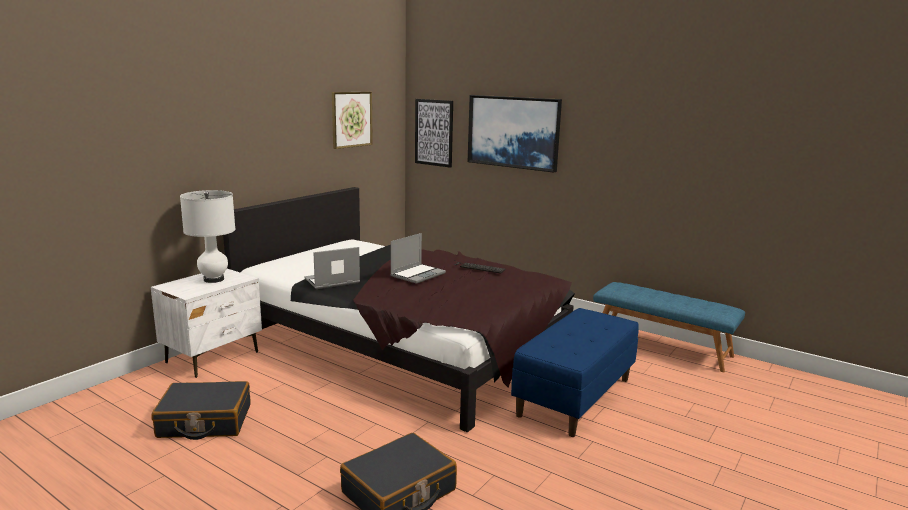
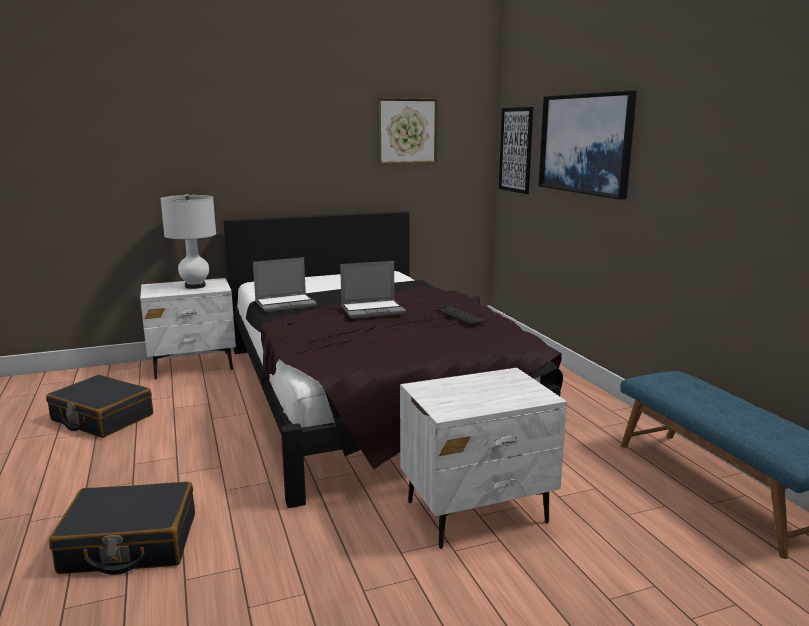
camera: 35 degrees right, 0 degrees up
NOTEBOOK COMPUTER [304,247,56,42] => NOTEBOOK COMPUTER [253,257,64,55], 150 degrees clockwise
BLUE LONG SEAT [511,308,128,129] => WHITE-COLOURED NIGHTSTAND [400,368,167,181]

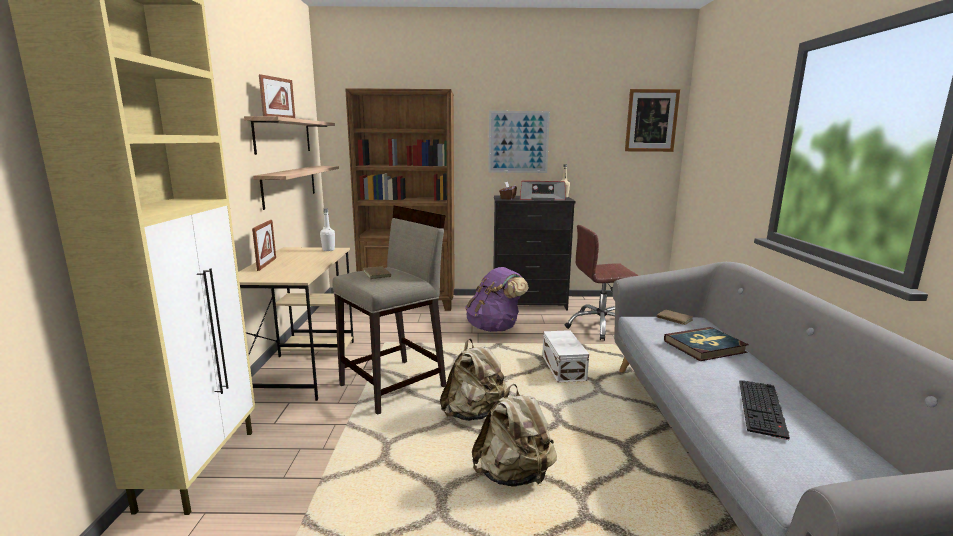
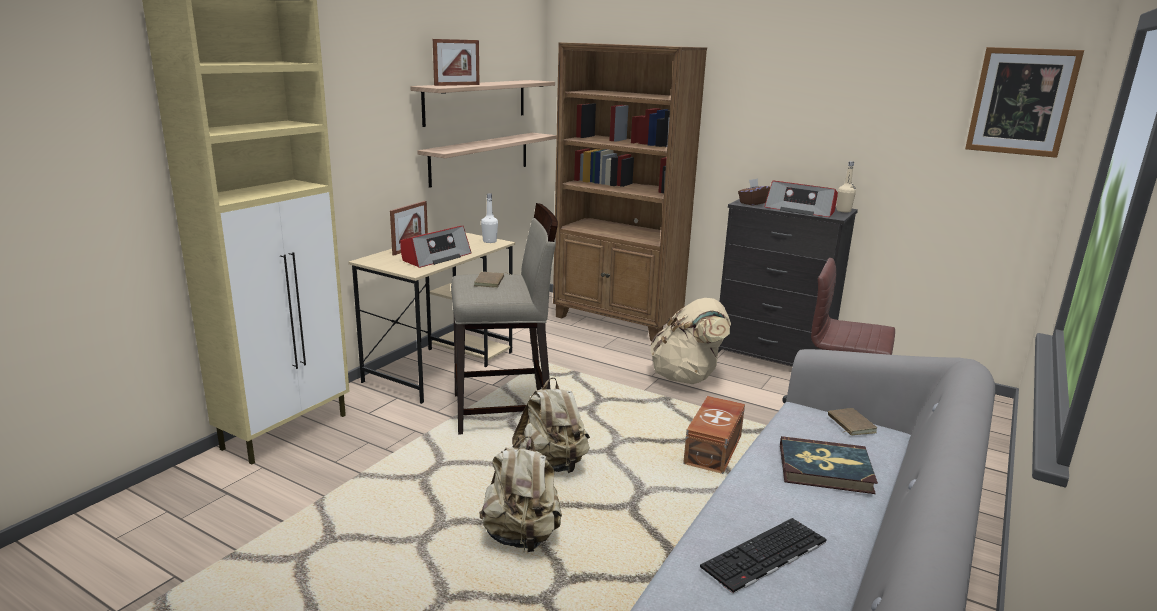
camera: 30 degrees right, 5 degrees up
nothing => RADIO SET [400,226,72,42]
PURPLE-COLOURED KNAPSACK [465,267,64,65] => BEIGE KNAPSACK [651,298,80,86]
WHITE-COLOURED STORAGE BOX [542,330,47,53] => BROWNISH STORAGE BOX [683,396,62,78]
PICTURE [488,111,62,62] => nothing

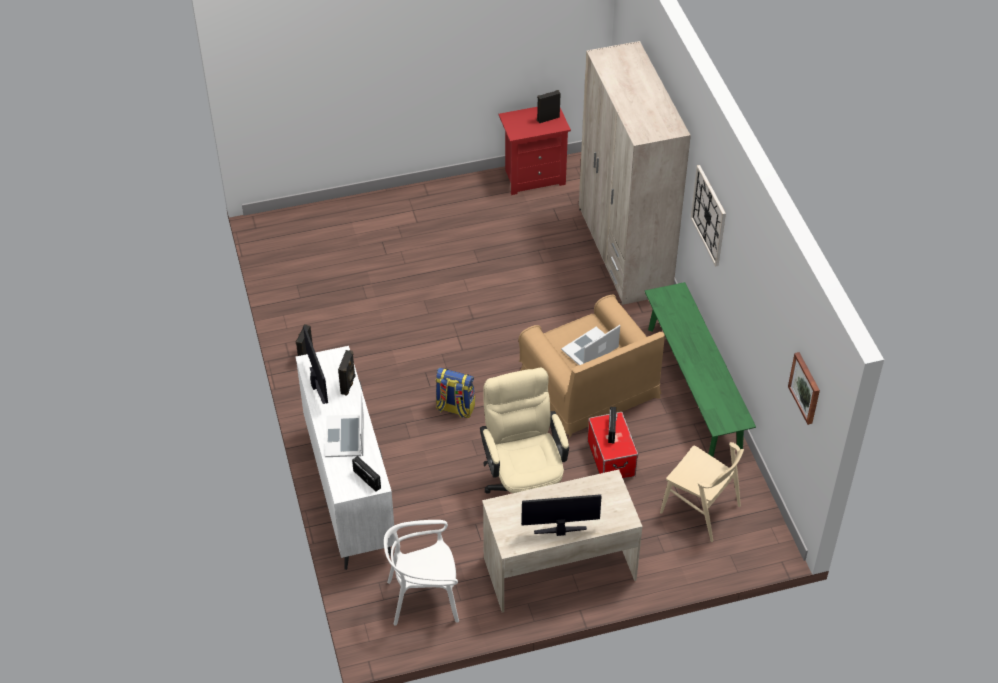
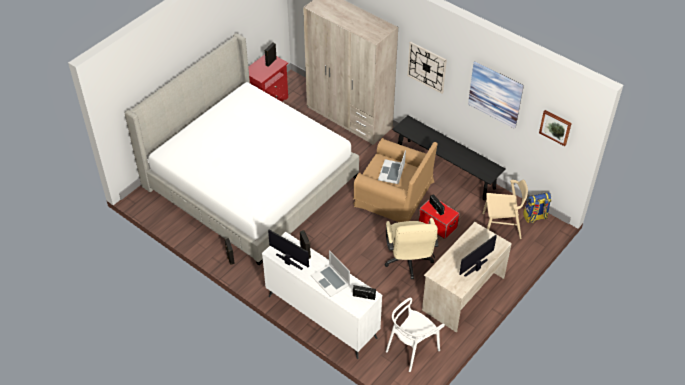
camera: 35 degrees left, 0 degrees up
nothing => BED [125,33,234,232]
BEIGE DESK CHAIR [480,368,89,126] => BEIGE DESK CHAIR [385,218,53,61], 135 degrees counterclockwise
GREENISH LONG SEAT [645,282,111,175] => BLACK LONG SEAT [392,115,113,85]
nothing => PICTURE [468,61,56,68]
KNAPSACK [436,368,39,50] => KNAPSACK [523,192,28,31], shifted

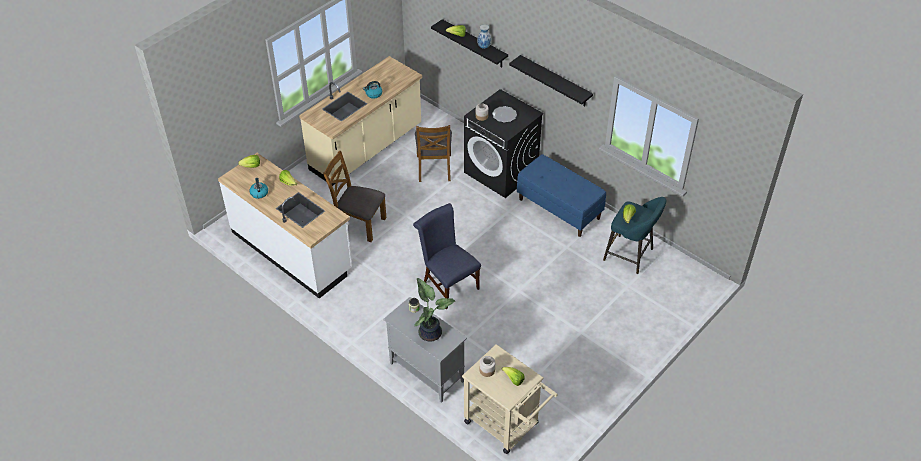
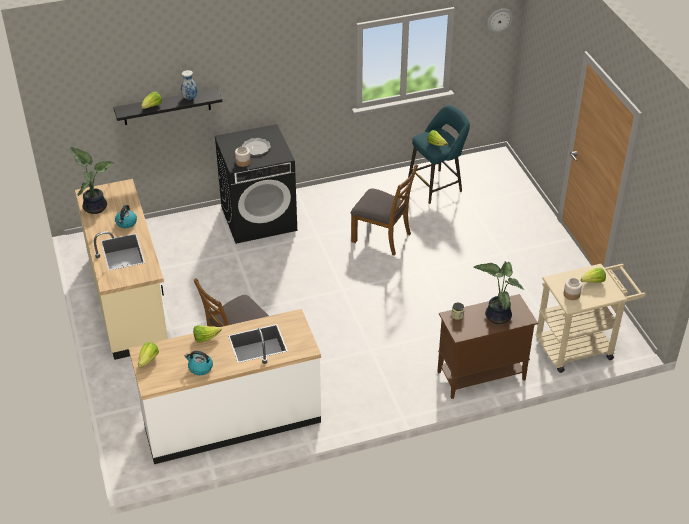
camera: 60 degrees left, 5 degrees down
nothing => PLANT IN A POT [70,147,44,67]
BROWNISH PLAIN CHAIR [415,125,37,57] => BROWNISH PLAIN CHAIR [351,164,67,92], shifted
GRAY CUPBOARD [383,297,84,106] => BROWNISH CUPBOARD [437,294,101,105]
nothing => WALL CLOCK [487,9,26,24]
BLUE PLAIN CHAIR [413,203,68,106] => nothing
BLACK SHELF [509,55,84,52] => nothing
BLUE LONG SEAT [517,154,89,83] => nothing

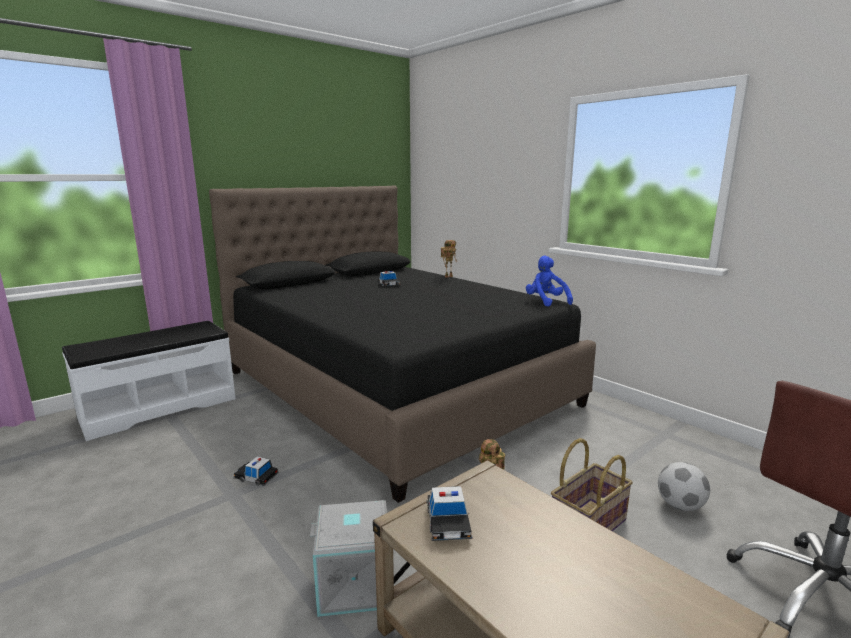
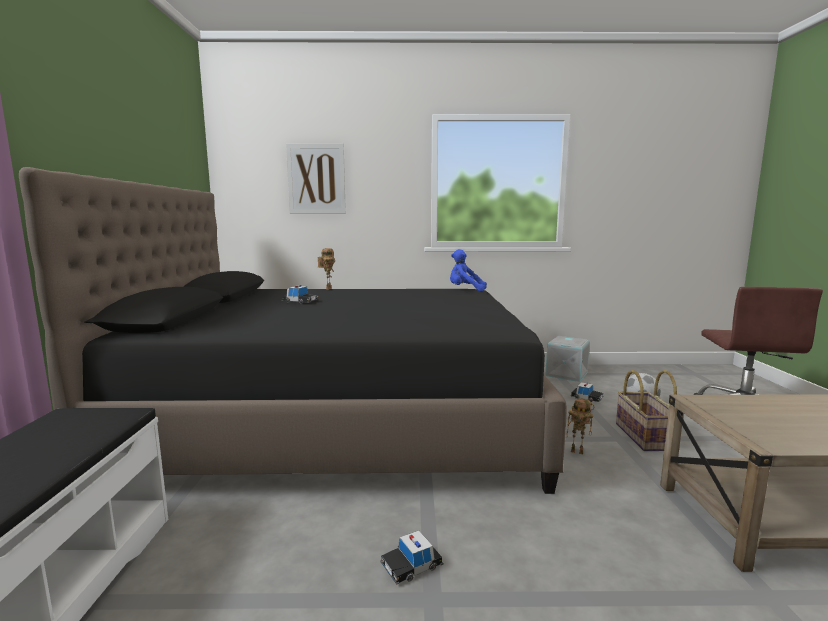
camera: 50 degrees left, 5 degrees down
nothing => PICTURE [286,143,60,71]
GRAY STORAGE BOX [310,500,77,117] => GRAY STORAGE BOX [545,336,45,46], shifted
MINIATURE CAR [426,486,47,55] => MINIATURE CAR [571,382,33,20], shifted

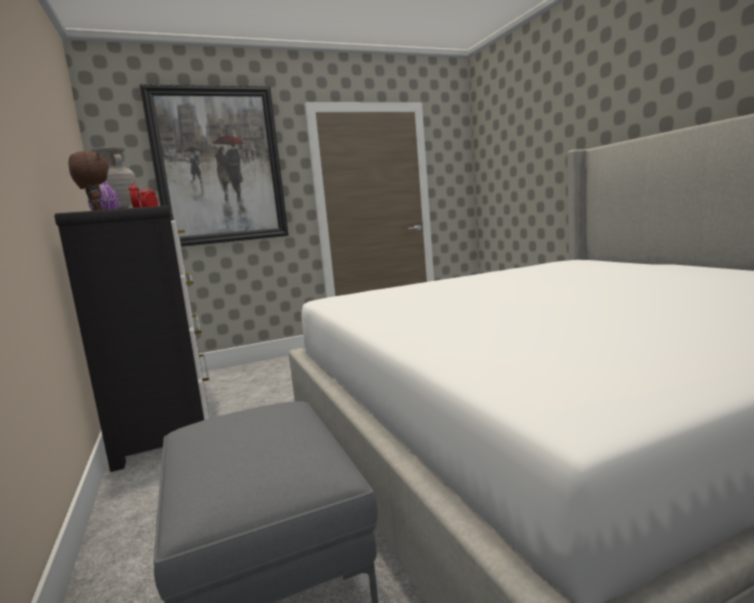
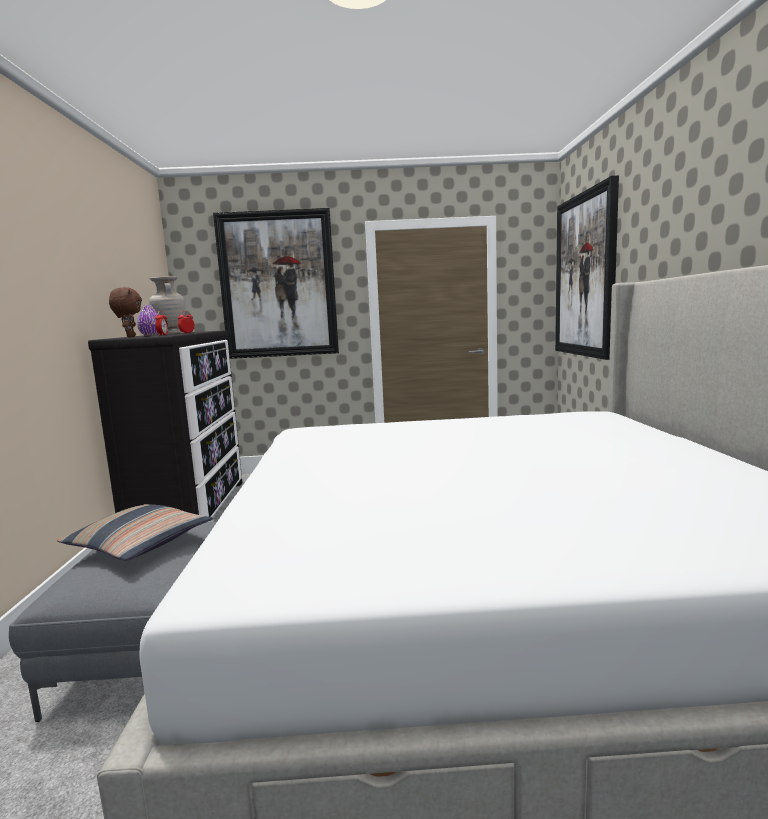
camera: 20 degrees right, 0 degrees up
nothing => CUSHION [57,504,156,56]
nothing => PICTURE [555,175,64,185]

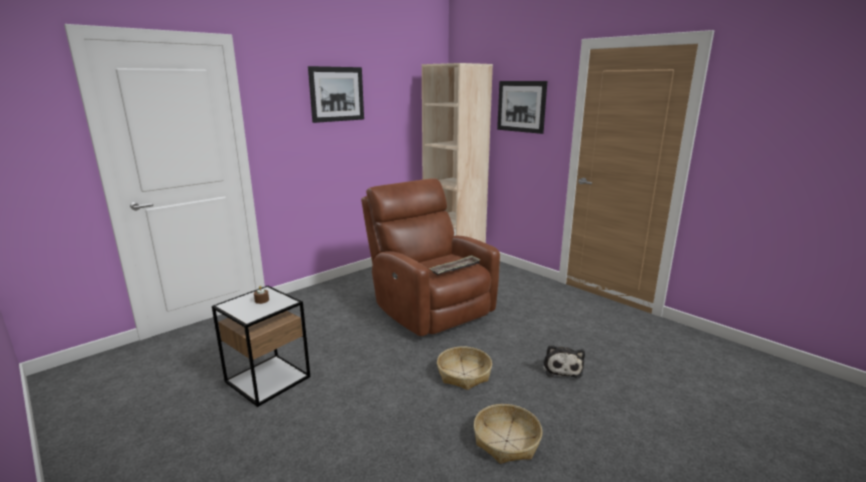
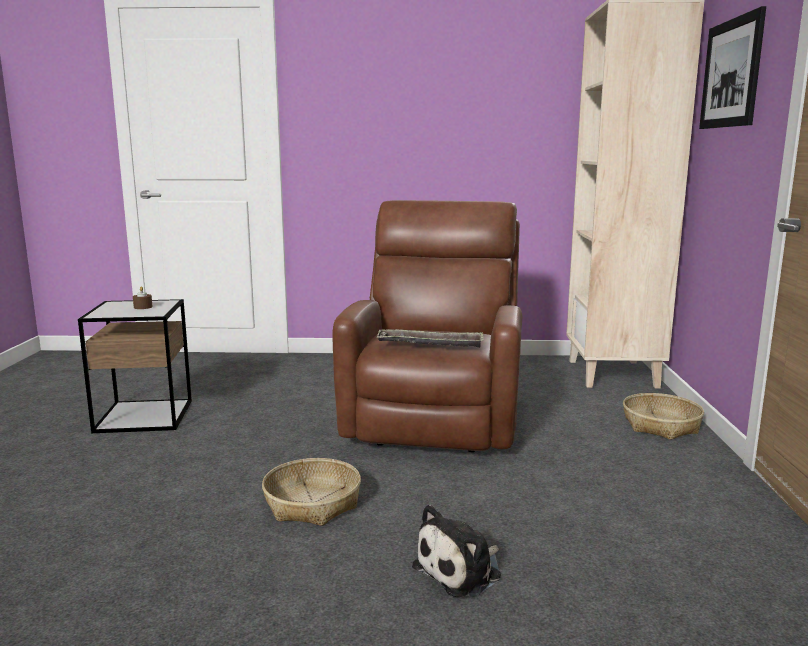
camera: 45 degrees right, 5 degrees down
STORAGE BASKET [474,404,69,60] => STORAGE BASKET [623,393,81,47], shifted
PICTURE [308,66,56,57] => nothing

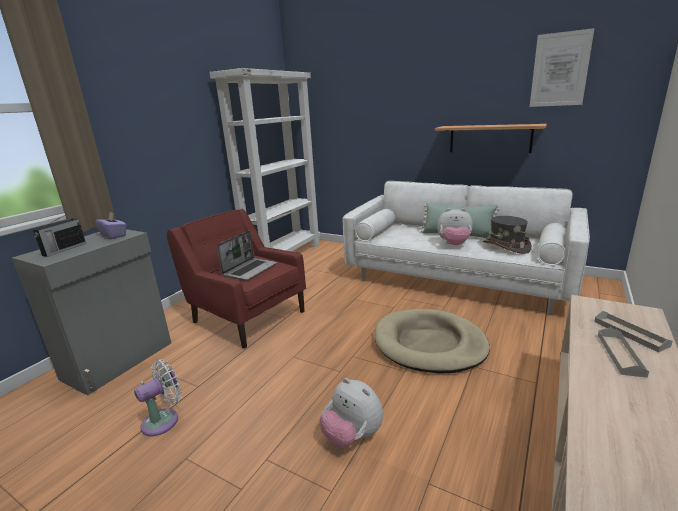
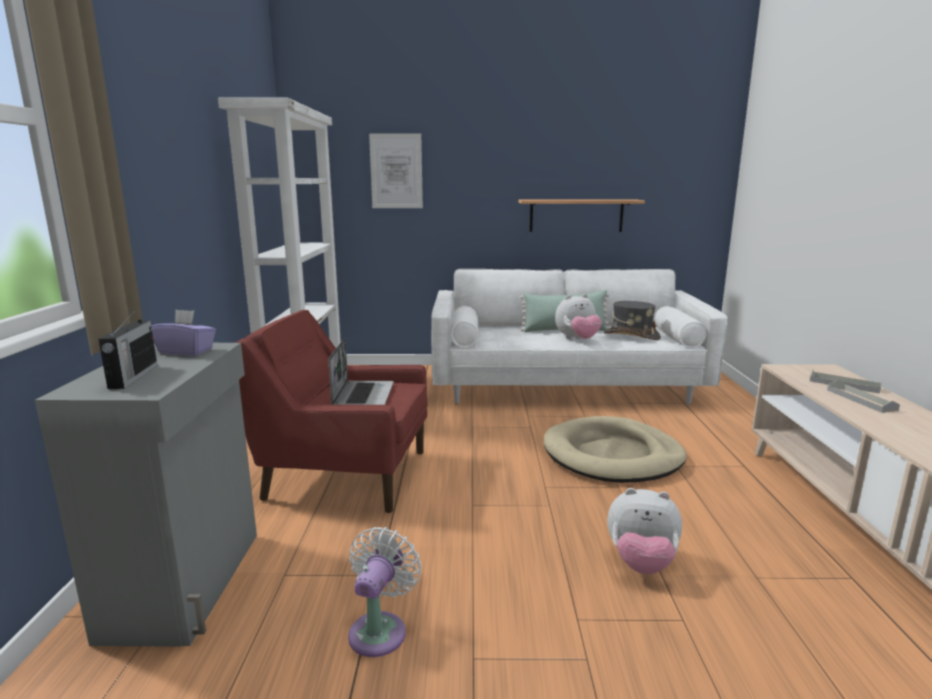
camera: 30 degrees left, 5 degrees down
PICTURE [530,28,65,79] => PICTURE [369,133,54,75], shifted

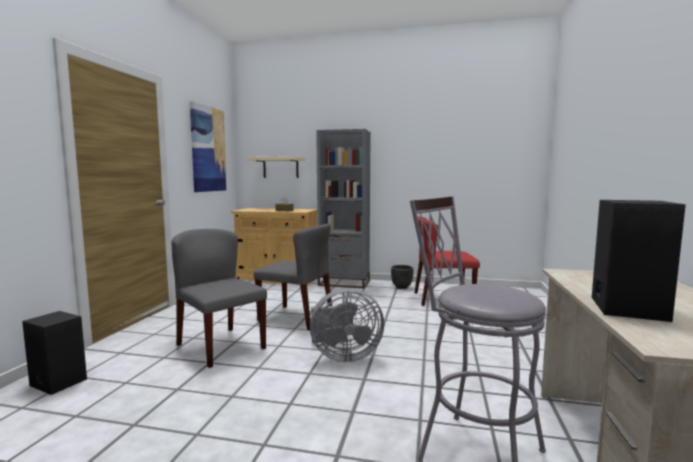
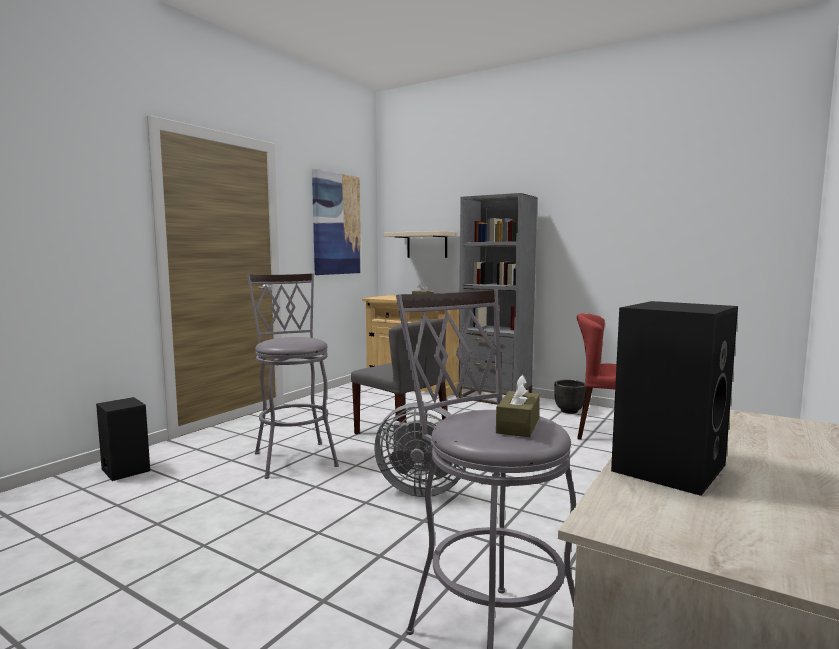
camera: 20 degrees right, 0 degrees up
GRAY PLAIN CHAIR [171,229,96,139] => GRAY STOOL [247,273,92,206]
nothing => BROWNISH TISSUE BOX [496,374,44,63]

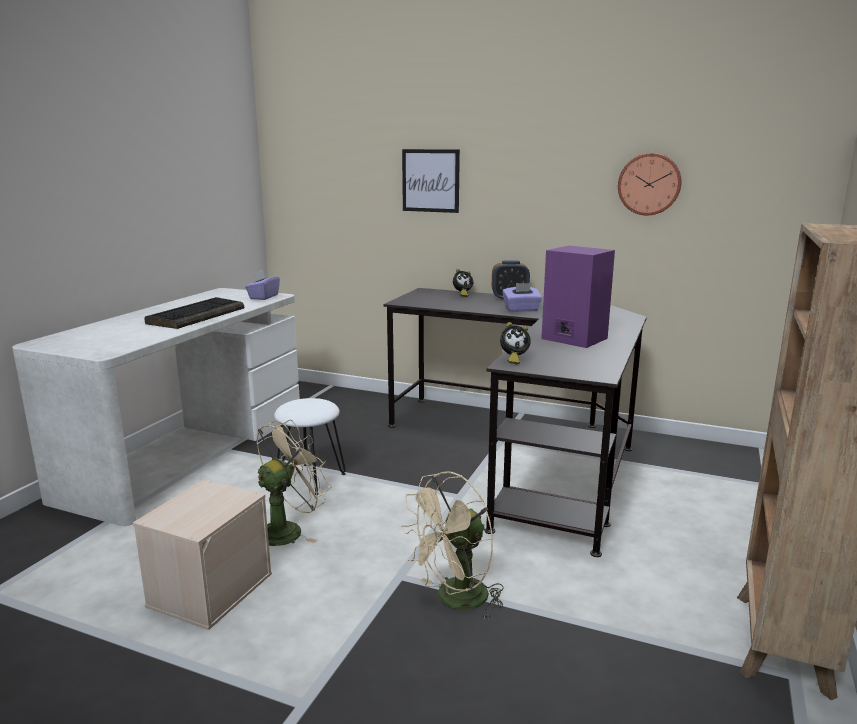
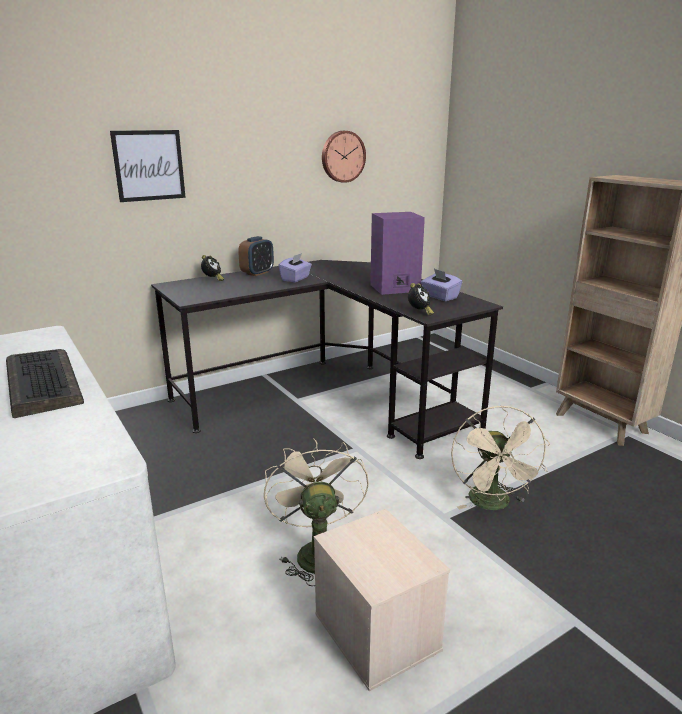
camera: 55 degrees left, 5 degrees up
PURPLE-COLOURED TISSUE BOX [245,270,35,30] => PURPLE-COLOURED TISSUE BOX [421,269,41,32], shifted
WHITE-COLOURED STOOL [274,398,72,97] => nothing

